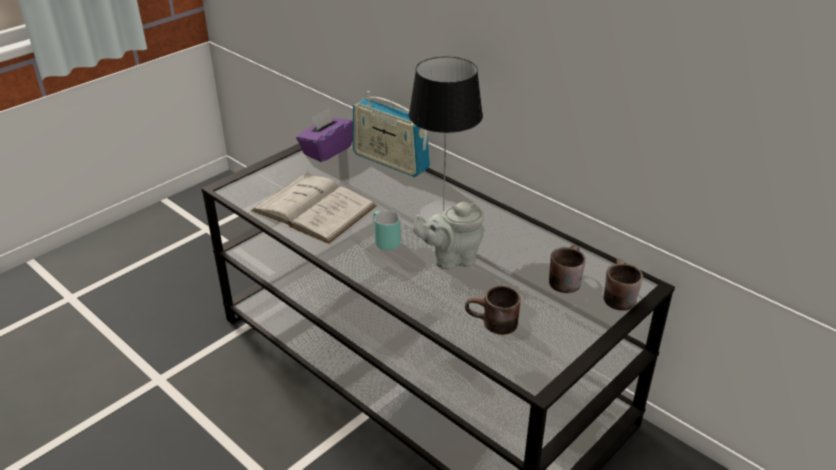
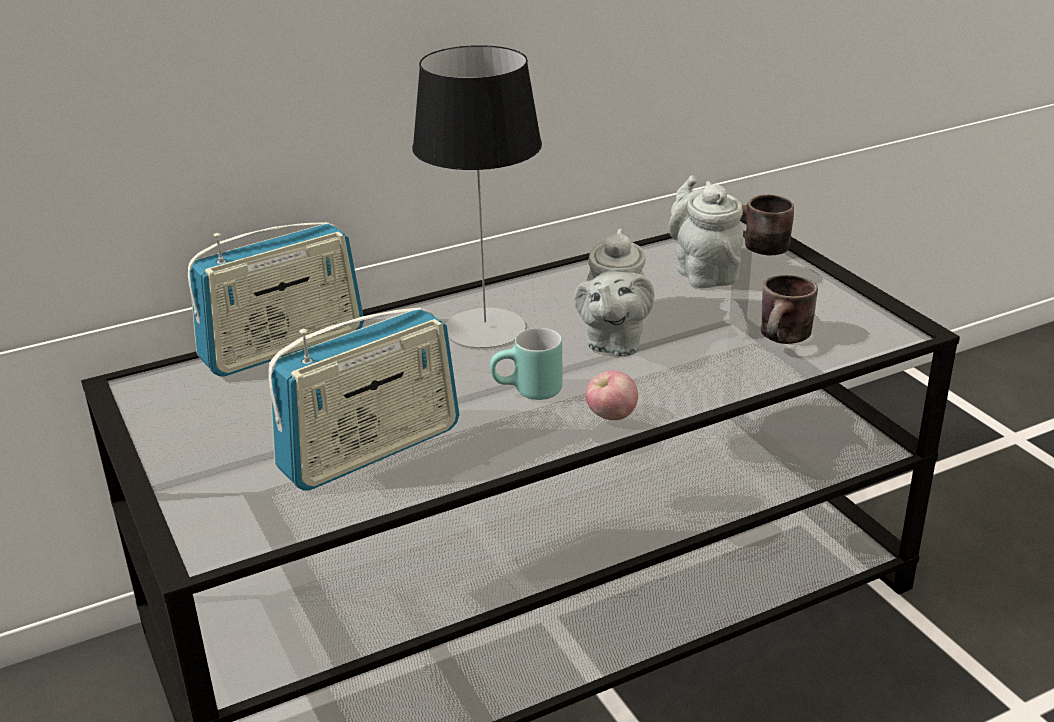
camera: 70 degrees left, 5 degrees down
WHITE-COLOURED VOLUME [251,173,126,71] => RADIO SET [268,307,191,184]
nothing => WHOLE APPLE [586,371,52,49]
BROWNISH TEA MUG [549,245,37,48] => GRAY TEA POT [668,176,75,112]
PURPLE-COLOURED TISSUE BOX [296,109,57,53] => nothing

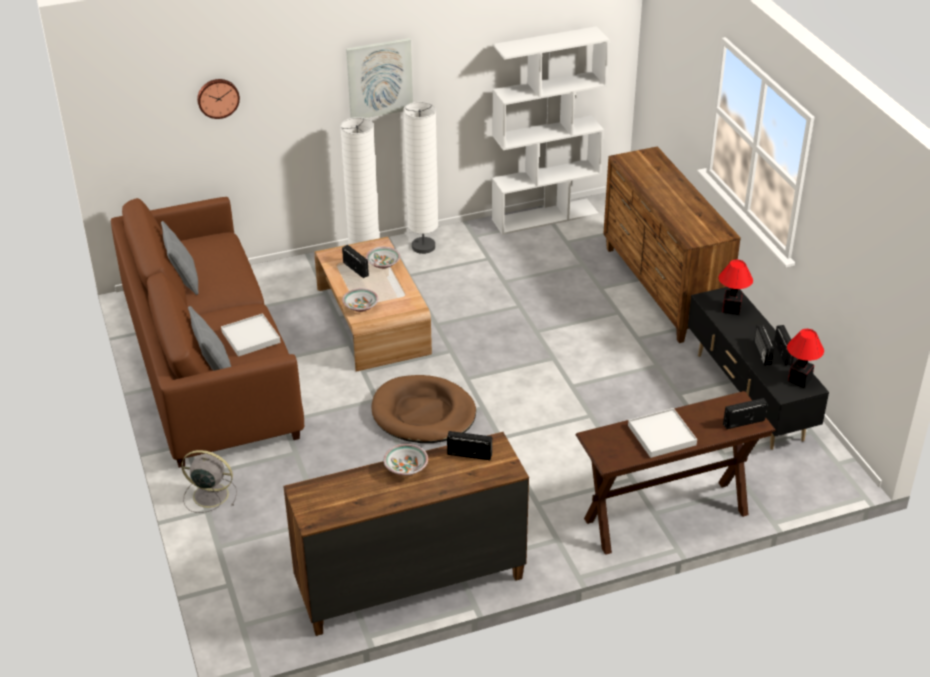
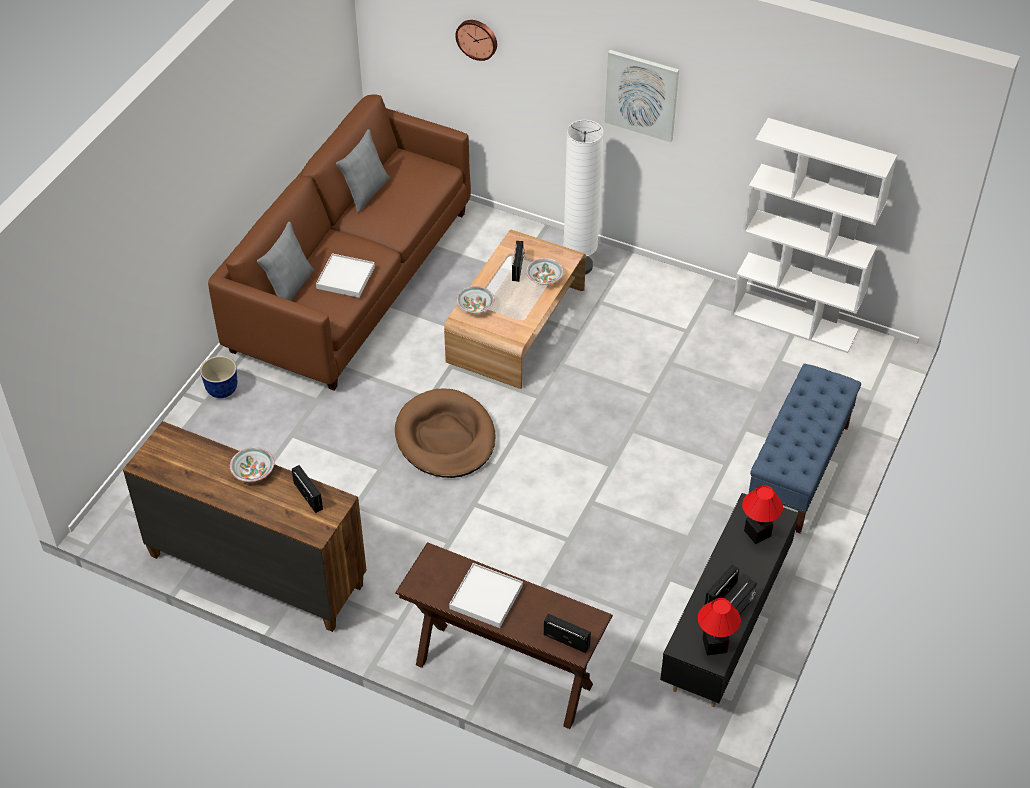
camera: 45 degrees right, 10 degrees up
GRAY COOLING FAN [181,450,56,63] => PLANTER [200,356,37,42]
BROWNISH DRAWER CHEST [603,146,138,197] => BLUE LONG SEAT [749,364,112,169]
WHITE-COLOURED STANDING LAMP [403,102,35,152] => nothing

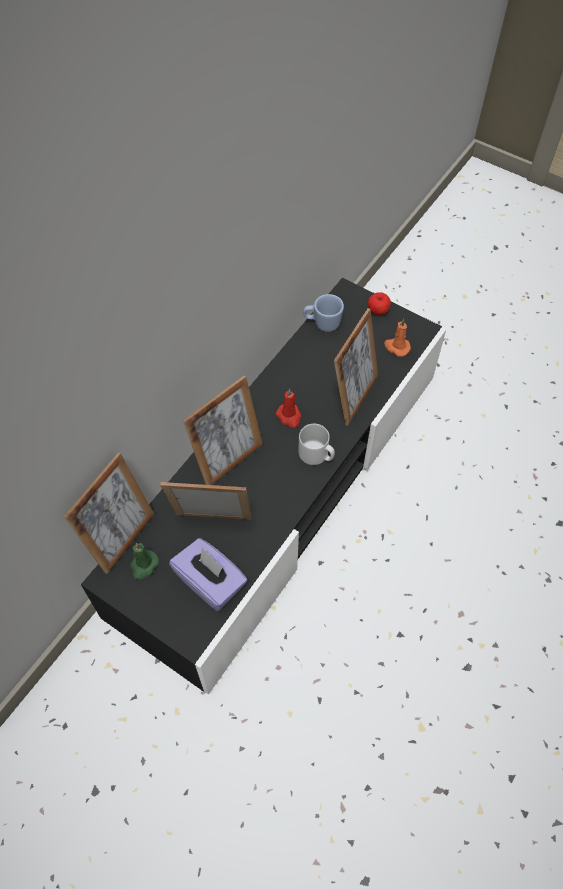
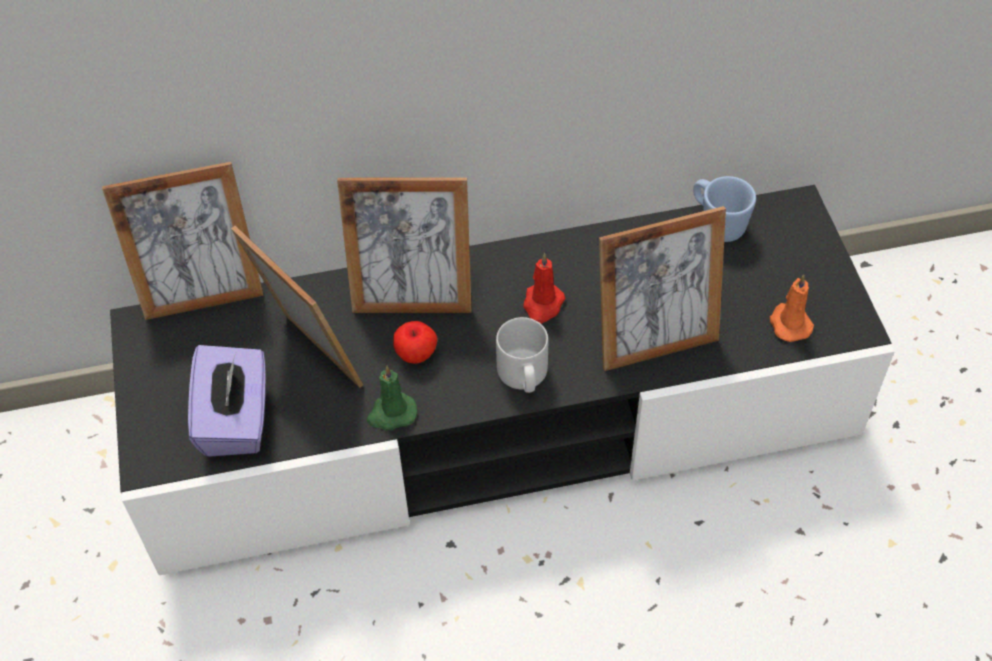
camera: 45 degrees right, 5 degrees down
GREENISH CANDLE [130,543,29,37] => GREENISH CANDLE [367,366,51,64], shifted
WHOLE APPLE [368,292,23,23] => WHOLE APPLE [393,321,44,43], shifted

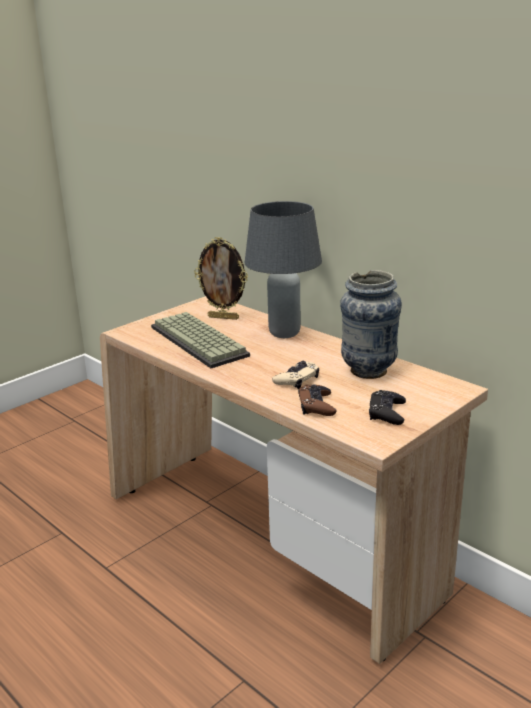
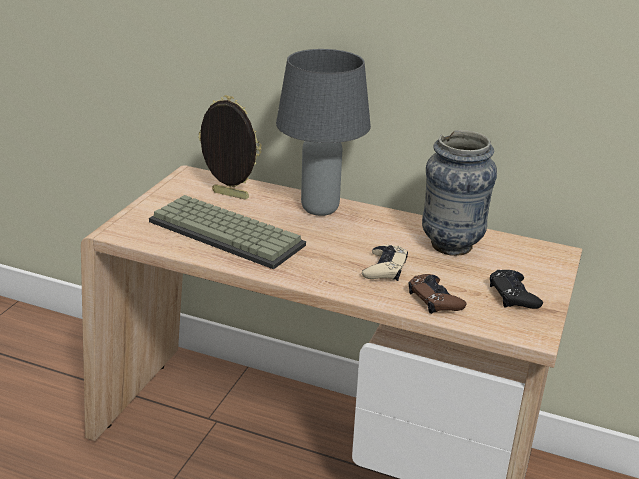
camera: 25 degrees left, 5 degrees up
PICTURE FRAME [194,237,54,83] => PICTURE FRAME [198,95,64,105], 150 degrees counterclockwise

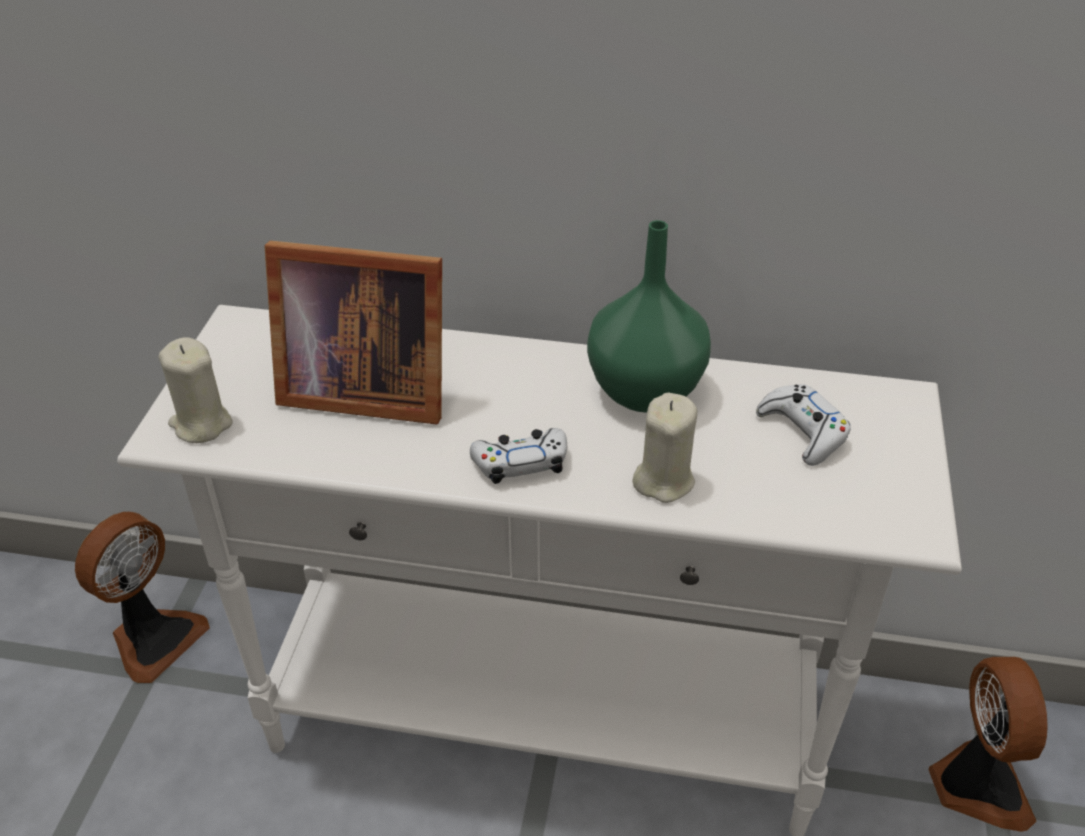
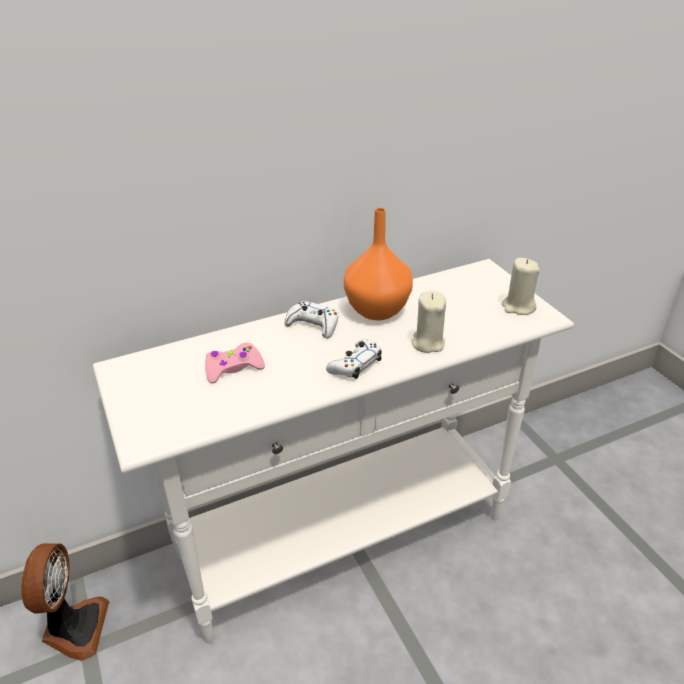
camera: 35 degrees left, 5 degrees down
PICTURE FRAME [264,241,178,184] => PINK-COLOURED GAME CONTROLLER [205,343,60,41]
WHITE-COLOURED GAME CONTROLLER [756,384,95,82] => WHITE-COLOURED GAME CONTROLLER [284,301,54,37], shifted
GREENISH VASE [587,220,124,193] => ORANGE-COLOURED VASE [344,208,69,112]
BEIGE CANDLE [158,337,75,106] => BEIGE CANDLE [502,258,38,57], shifted
COOLING FAN [929,656,119,176] => nothing

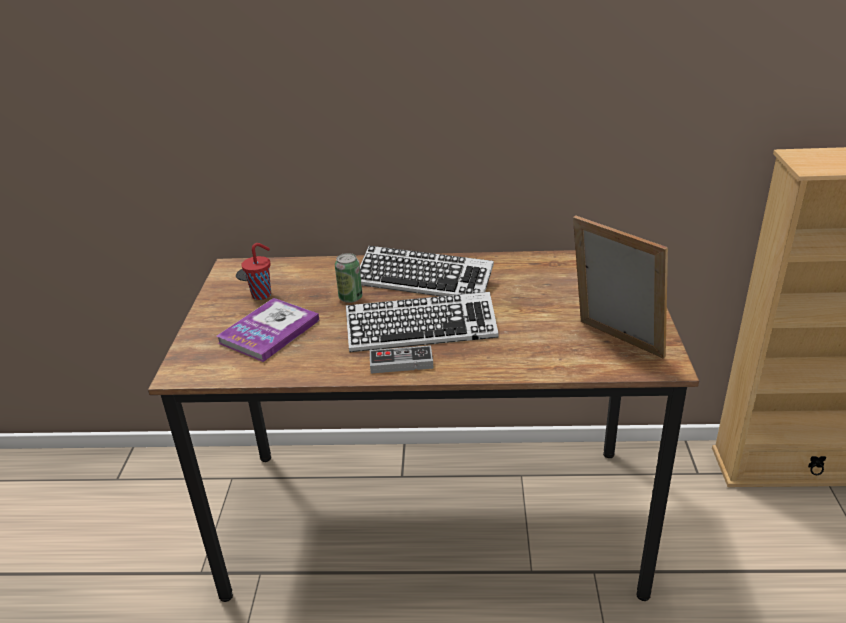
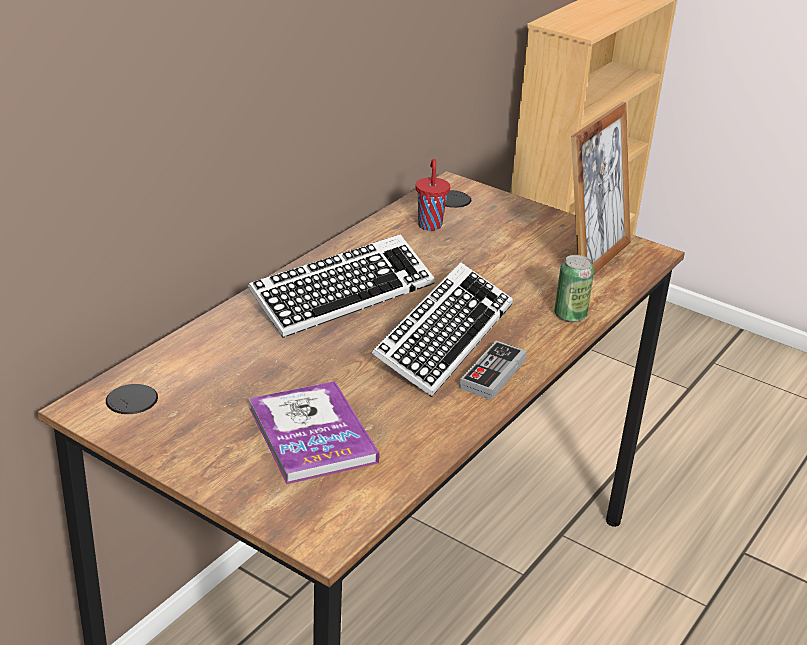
camera: 60 degrees left, 0 degrees up
REDDISH SMALL CUP [241,243,30,57] => REDDISH SMALL CUP [415,159,35,72], shifted
METAL CAN [335,253,28,50] => METAL CAN [554,255,40,67], shifted
PICTURE FRAME [573,215,95,144] => PICTURE FRAME [571,102,60,172], 135 degrees clockwise

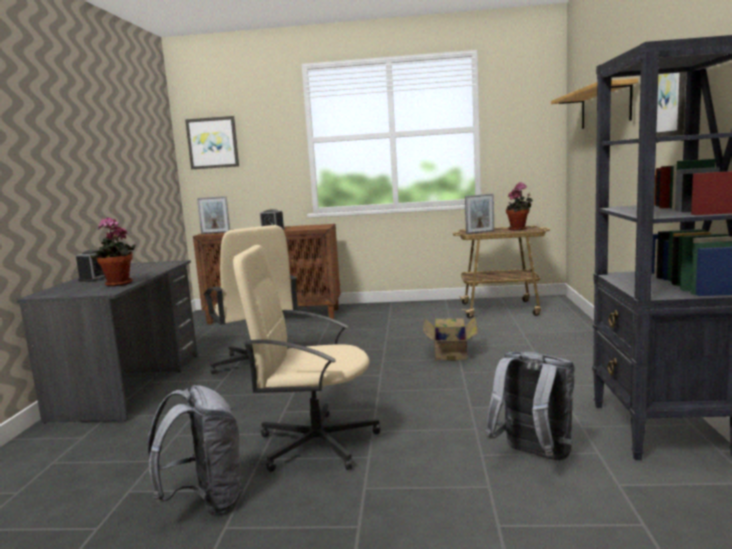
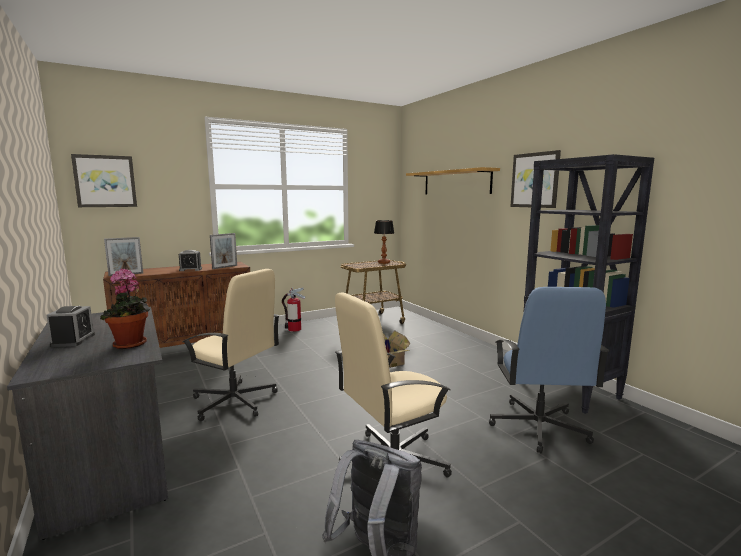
camera: 35 degrees left, 0 degrees up
PICTURE FRAME [465,194,29,40] => PICTURE FRAME [210,233,27,36], shifted
nothing => FIRE EXTINGUISHER [282,287,23,45]
PLANT IN A POT [506,182,27,48] => LAMP FOR A TABLE [374,220,20,44]
GRAY KNAPSACK [485,352,90,108] => BLUE DESK CHAIR [489,287,121,166]

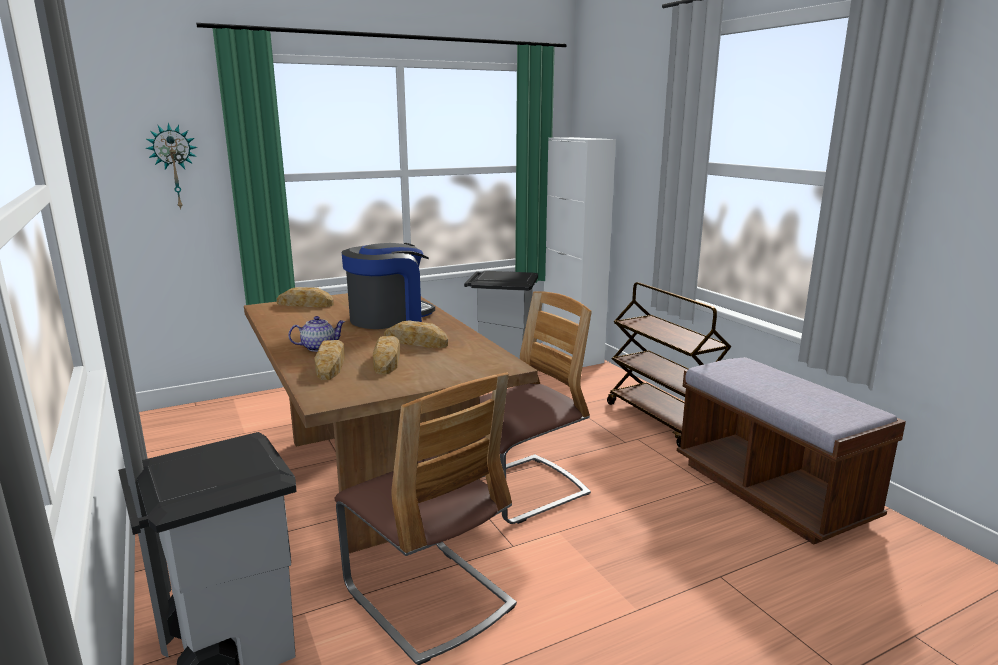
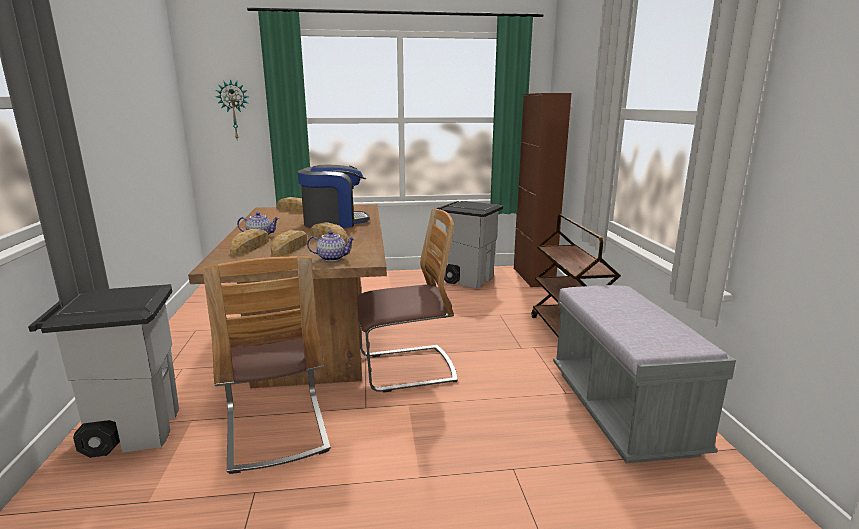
camera: 20 degrees right, 0 degrees up
nothing => TEA POT [307,231,48,30]
WHITE-COLOURED CUPBOARD [543,137,73,230] => BROWNISH CUPBOARD [514,93,57,194]
BROWNISH LONG SEAT [677,357,229,188] => GRAY LONG SEAT [553,285,183,178]

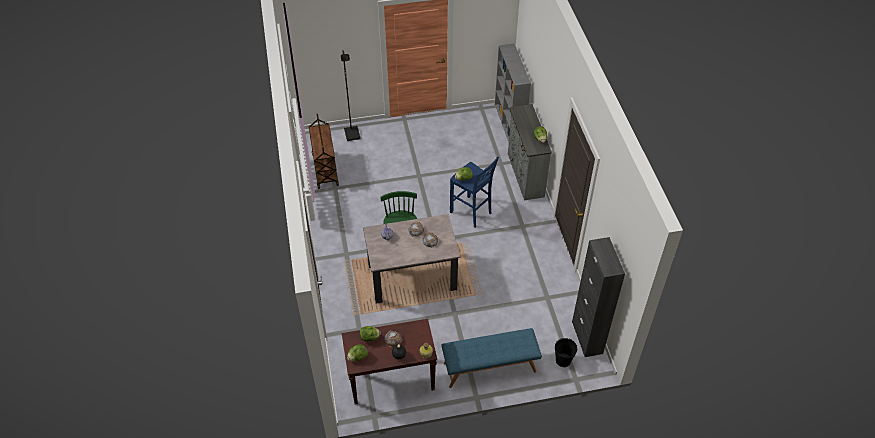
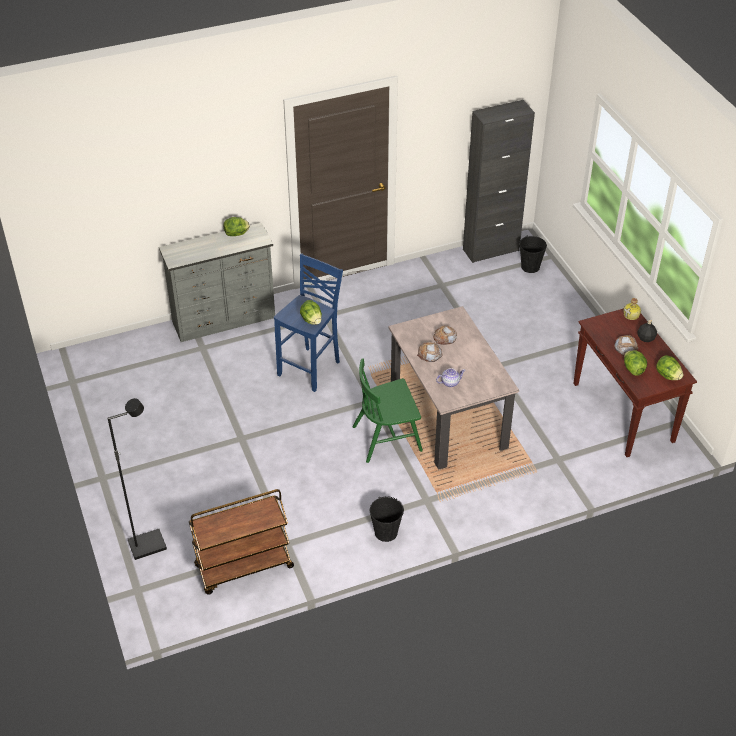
camera: 100 degrees left, 5 degrees down
nothing => BLACK PAIL [370,496,34,46]
BLUE LONG SEAT [441,328,101,60] => nothing
GRAY BOOKSHELF [495,44,36,98] => nothing

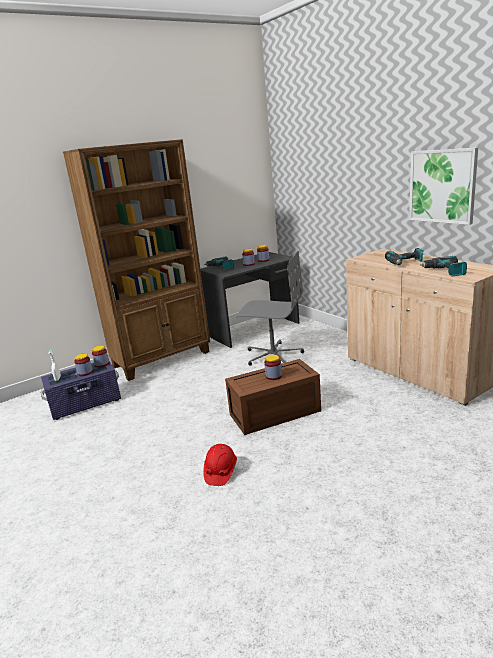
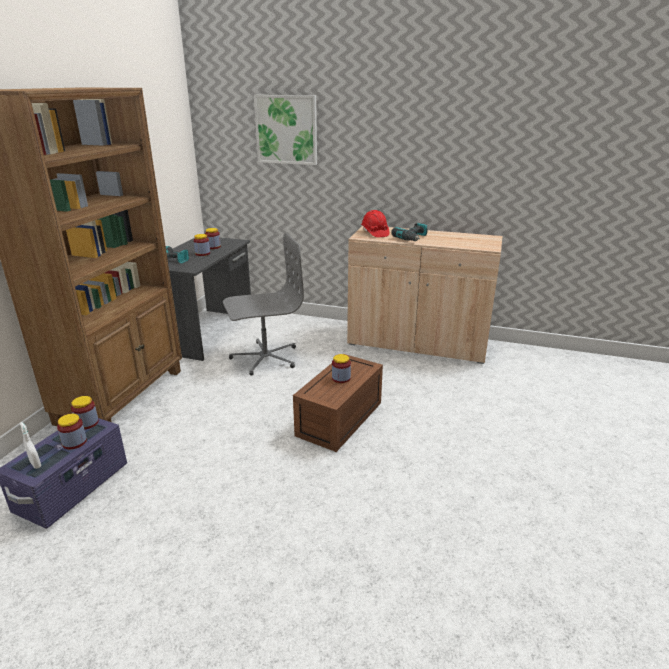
camera: 40 degrees left, 5 degrees up
PICTURE [409,147,69,78] => PICTURE [254,95,63,70], shifted
REDDISH WORK HELMET [203,444,34,42] => REDDISH WORK HELMET [361,210,28,27], shifted
DRILL [420,256,47,20] => nothing

